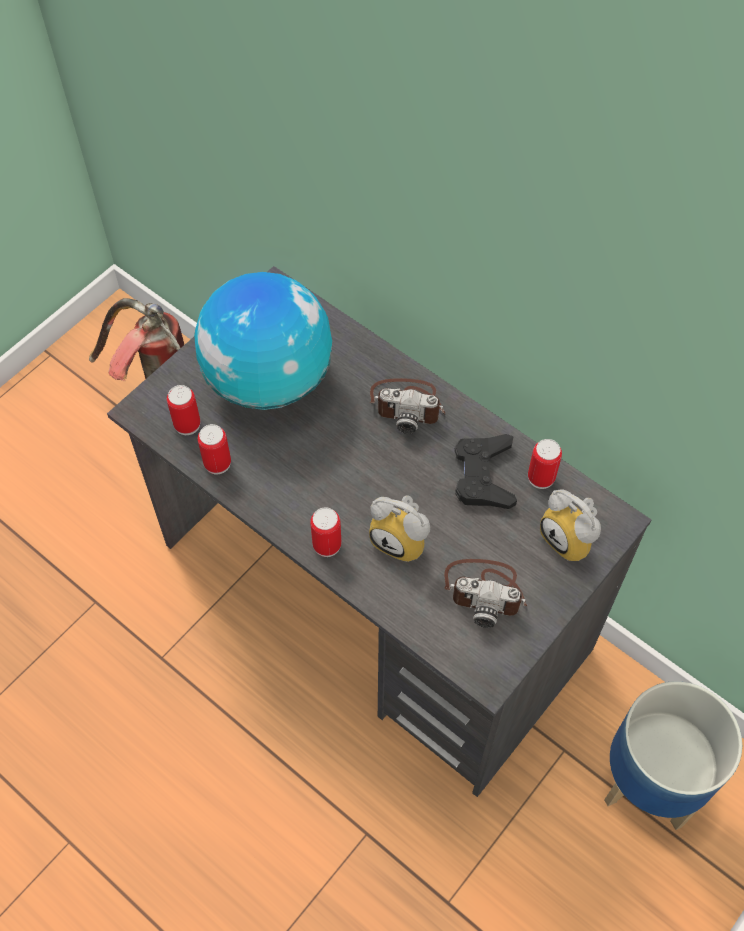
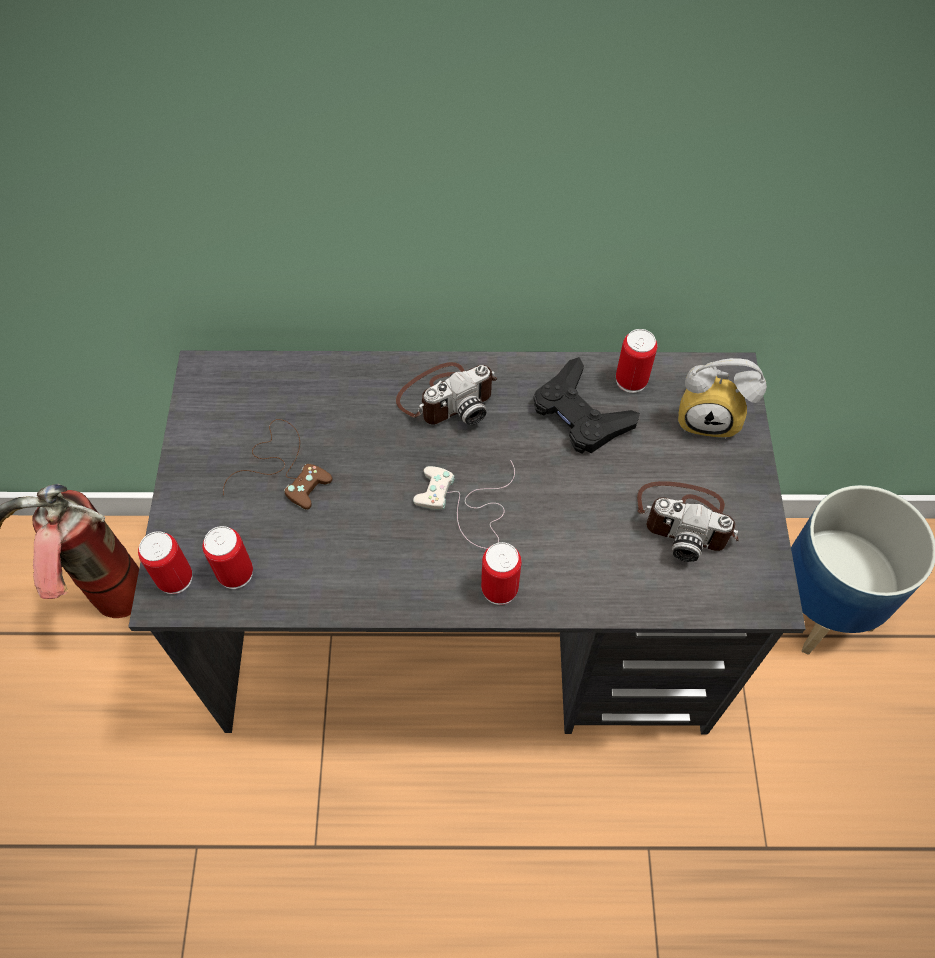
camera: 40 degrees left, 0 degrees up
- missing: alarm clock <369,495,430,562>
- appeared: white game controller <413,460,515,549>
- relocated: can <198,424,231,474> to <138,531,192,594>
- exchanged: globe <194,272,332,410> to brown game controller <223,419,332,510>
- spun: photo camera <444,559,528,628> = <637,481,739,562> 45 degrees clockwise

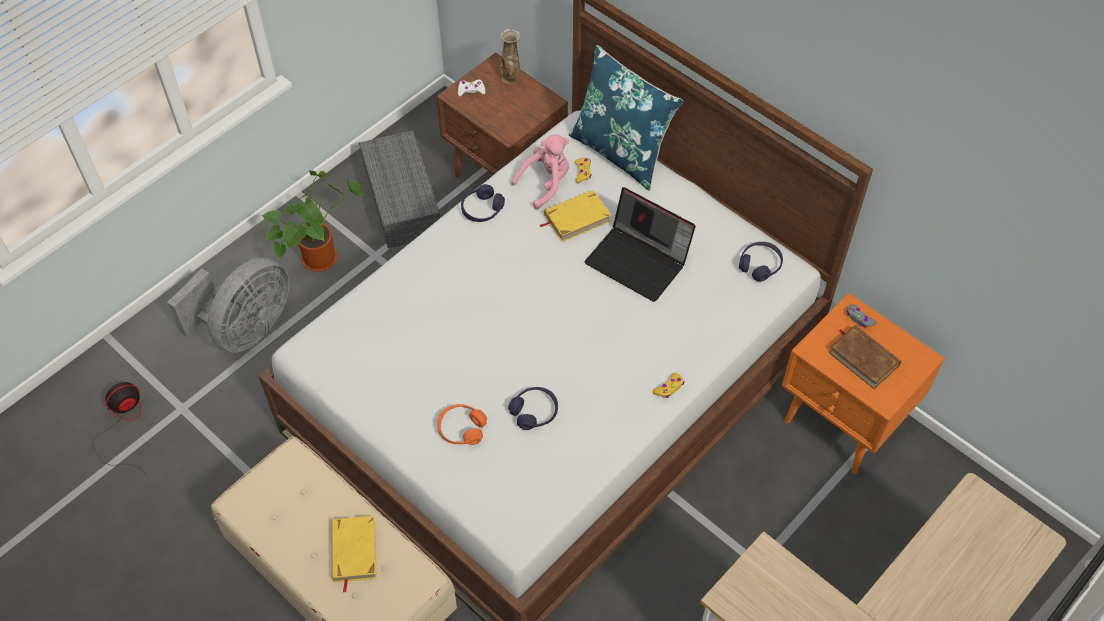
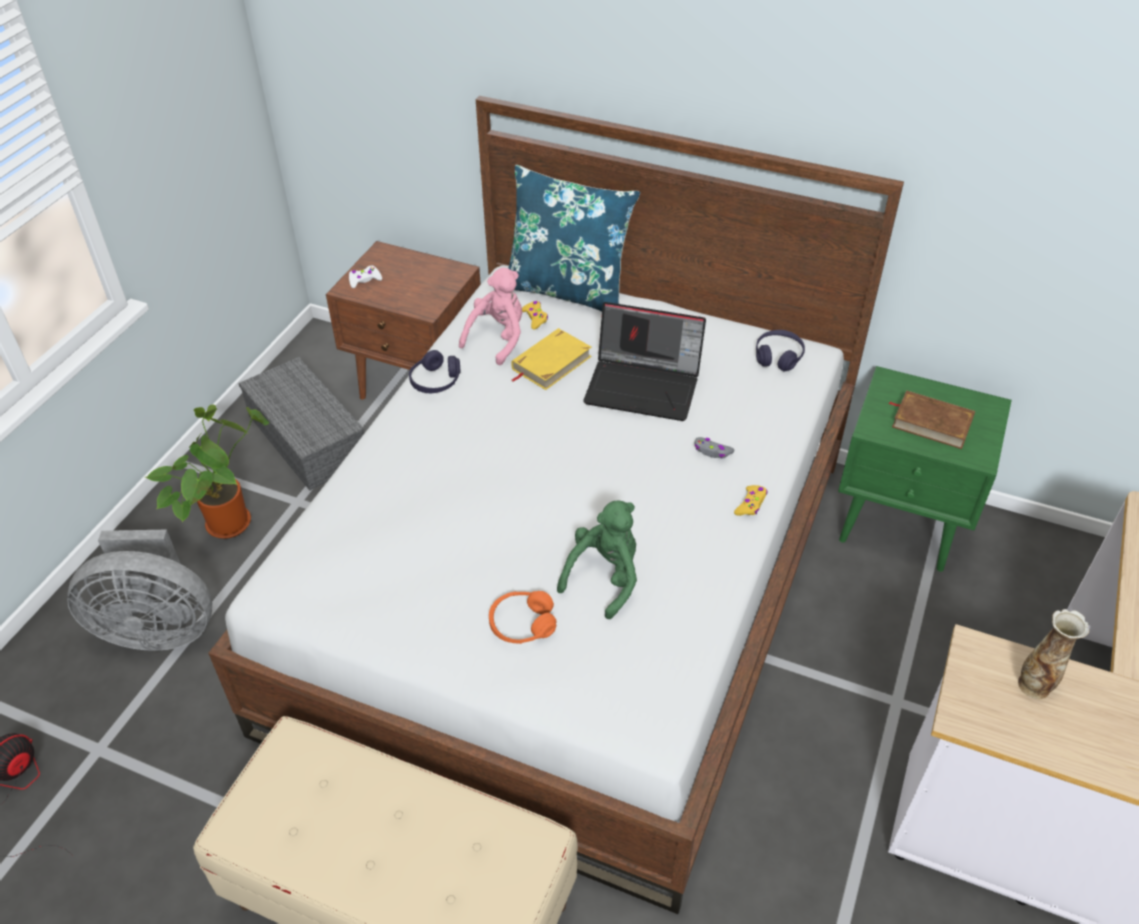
camera: 20 degrees left, 10 degrees down
- missing: yellow book <332,516,377,593>
- relocated: vase <500,29,520,84> to <1018,609,1089,699>
- relocated: grey game controller <847,304,877,327> to <694,437,735,459>
- exchanged: purple headphones <508,387,558,430> to green plush toy <557,500,637,619>
- colour: orange nightstand <781,293,945,474> to green nightstand <838,366,1012,572>
- spun: grey fan <167,258,289,353> = <67,530,212,651> 75 degrees clockwise

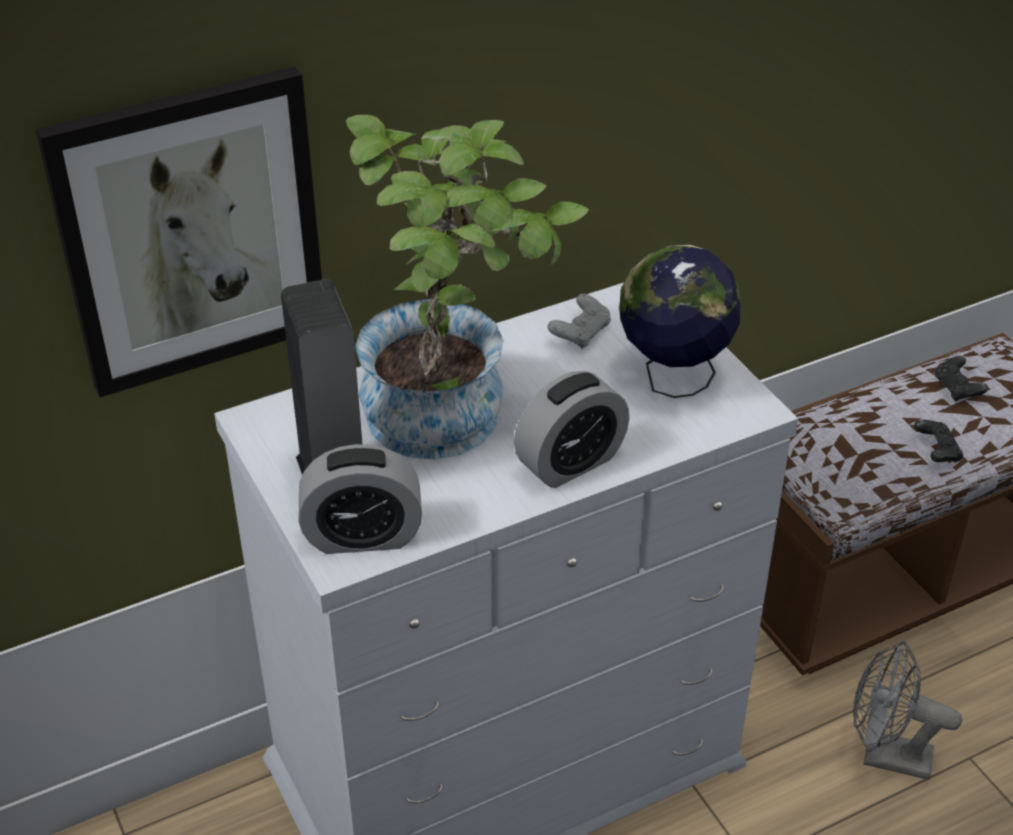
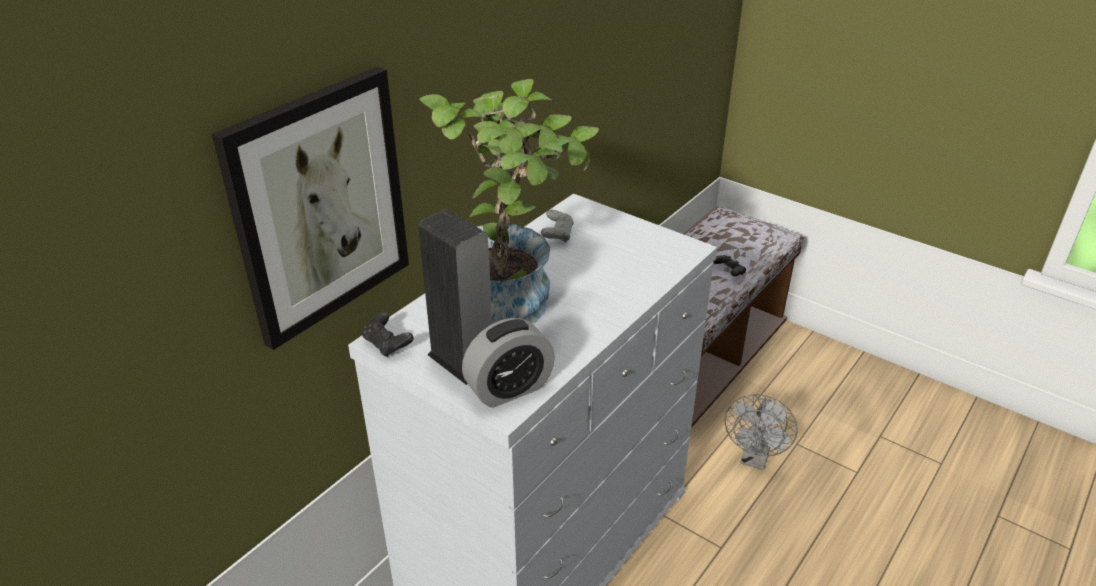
camera: 25 degrees left, 5 degrees down
- missing: alarm clock <514,371,629,488>
- missing: globe <619,245,741,398>
- relocated: black game controller <935,356,988,401> to <362,312,414,357>
- spun: grey fan <853,641,962,780> = <725,394,798,470> 60 degrees counterclockwise

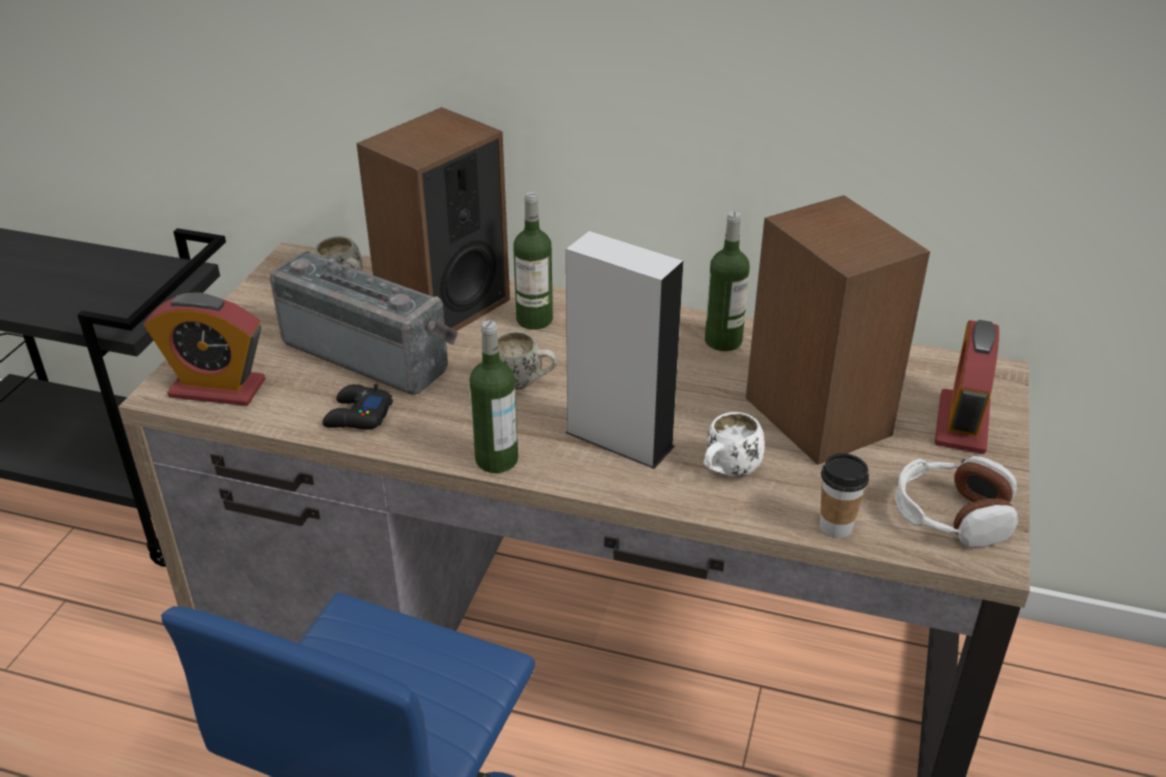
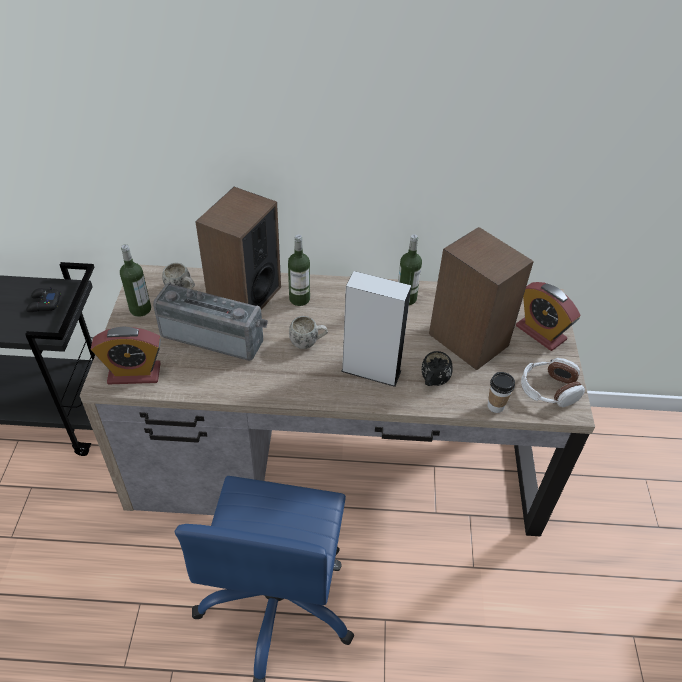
camera: 15 degrees left, 10 degrees up
- relocated: black game controller <322,384,393,430> to <26,287,61,312>
- relocated: bottle <470,320,518,473> to <120,244,151,317>
- colour: white mug <704,412,765,477> to black mug <422,351,453,386>
- spun: alarm clock <935,320,999,454> = <516,282,580,351> 45 degrees counterclockwise

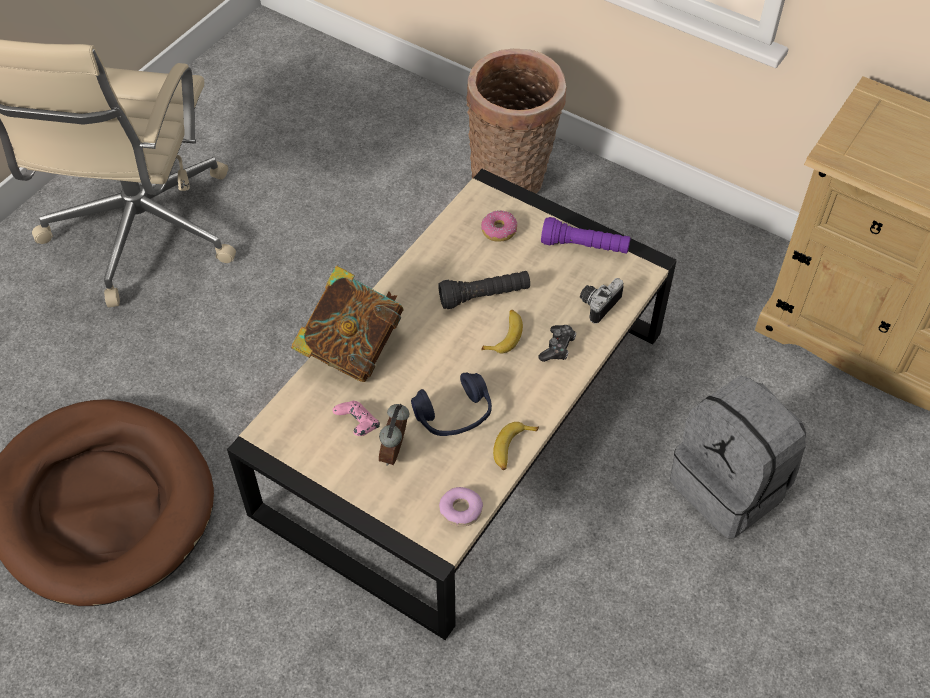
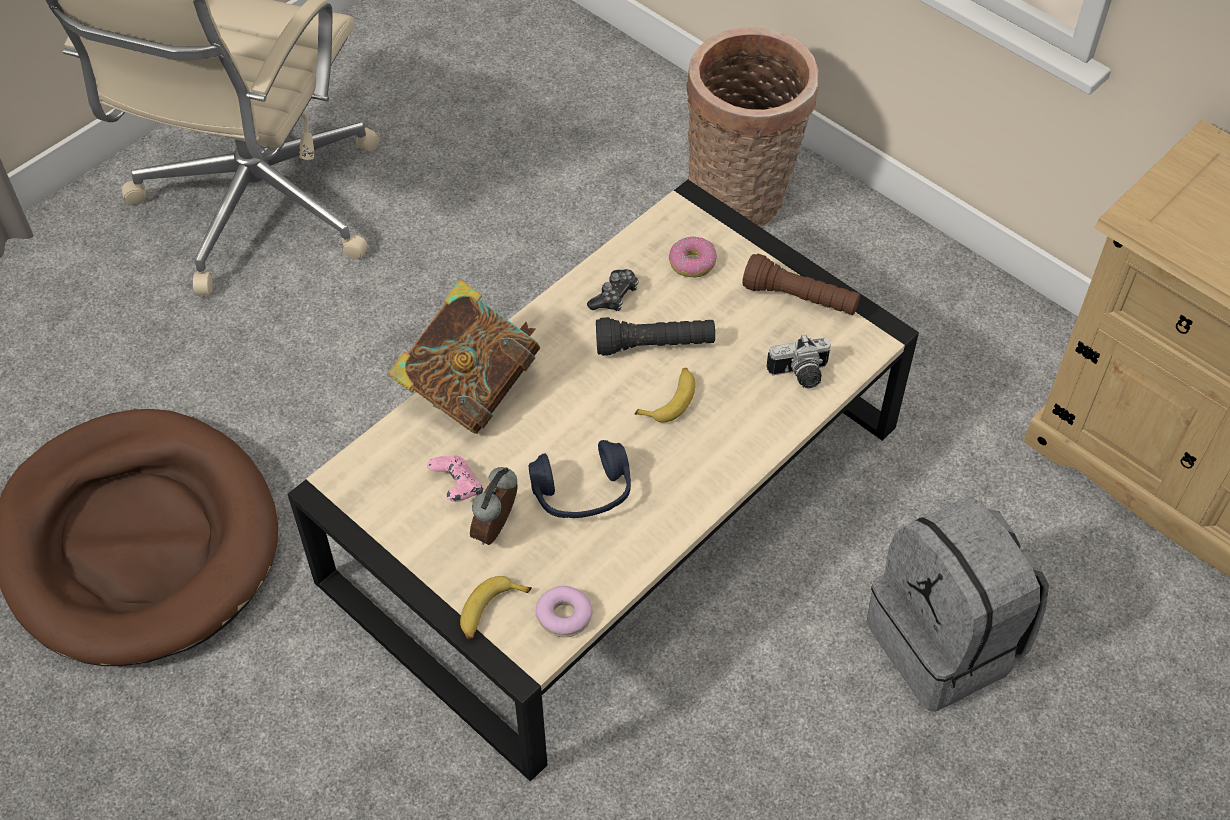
camera: 10 degrees right, 0 degrees up
- relocated: banana <493,422,539,470> to <460,576,532,639>
- relocated: game controller <538,325,576,362> to <587,269,639,311>
- colour: purple flashlight <541,217,631,254> to brown flashlight <742,254,860,315>
- spun: photo camera <580,278,623,324> = <766,335,831,388> 150 degrees counterclockwise

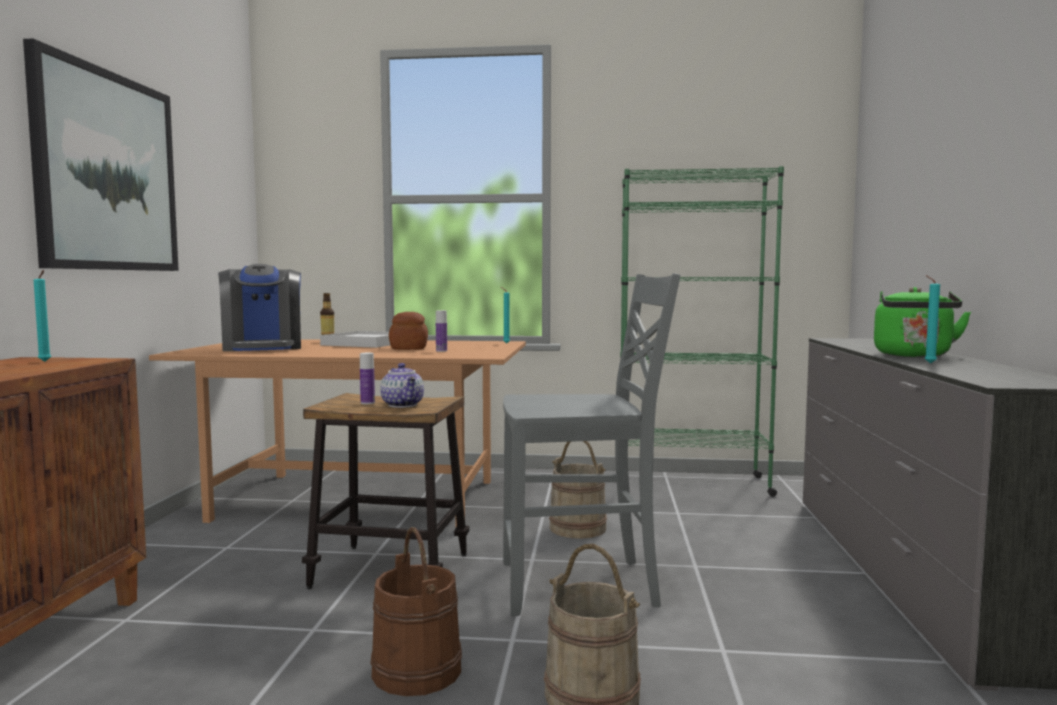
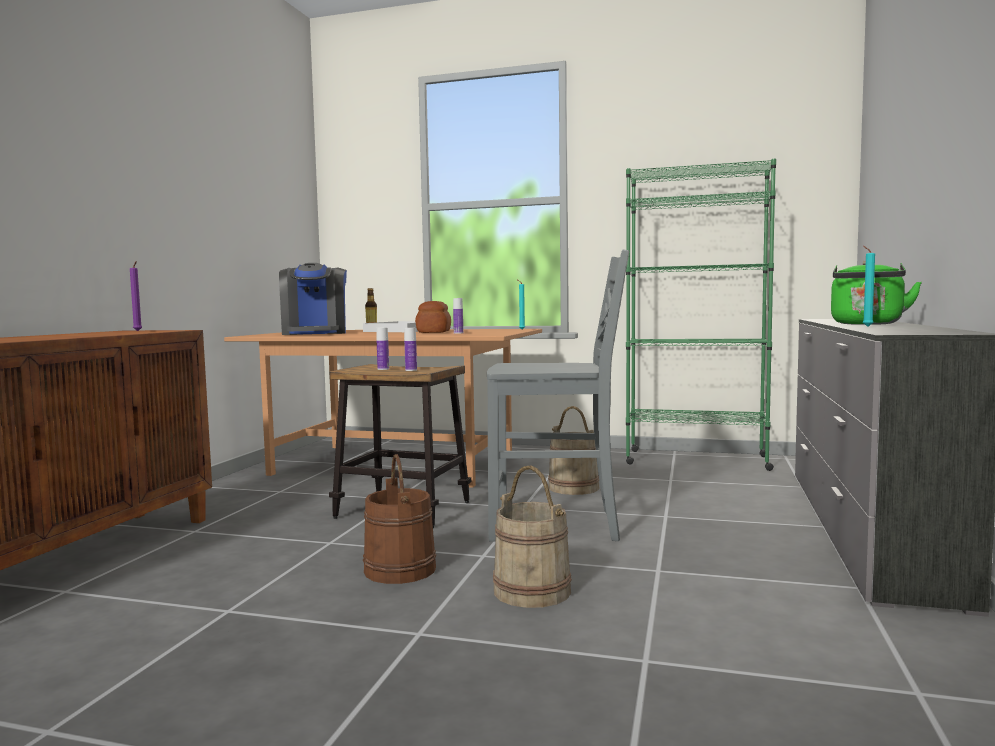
camera: 10 degrees right, 0 degrees up
- missing: picture <23,39,179,271>
- exchanged: teapot <380,363,424,408> to bottle <404,328,417,371>
- colour: turquoise candle <34,270,51,362> to purple candle <130,261,142,331>

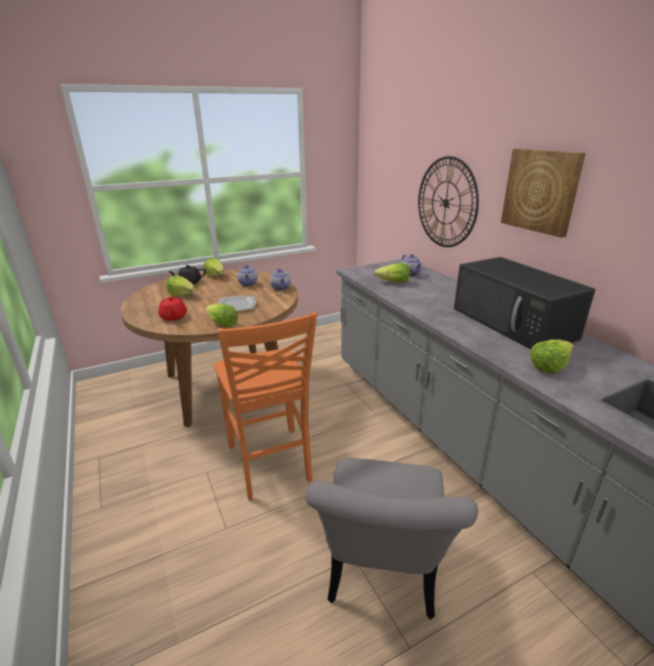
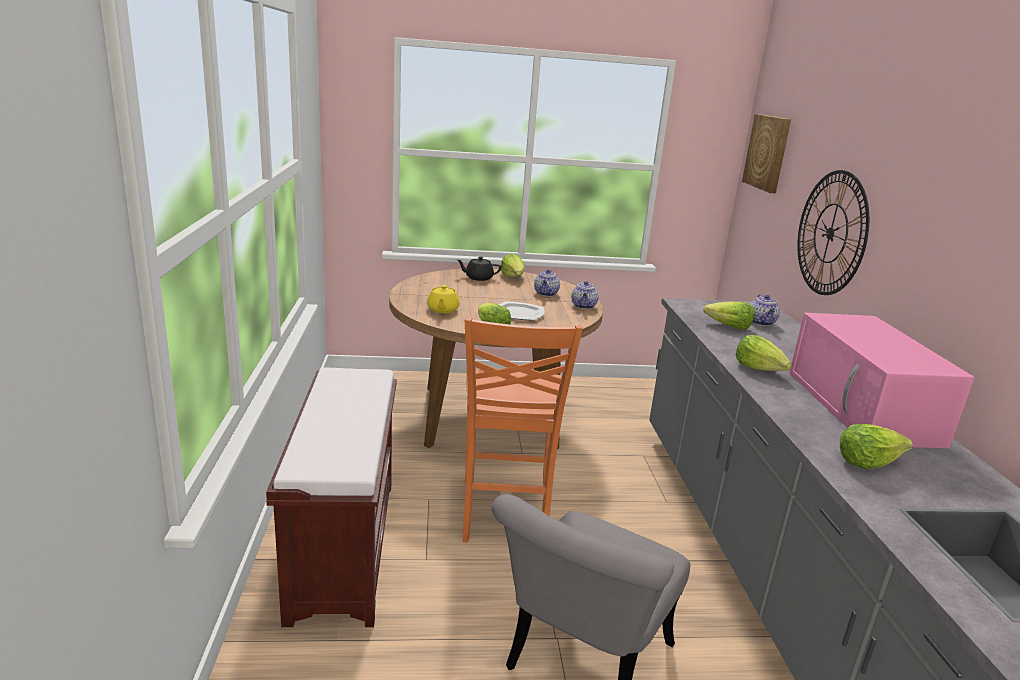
camera: 20 degrees right, 5 degrees down
- appeared: brown bench <266,368,397,627>
- relocated: lettuce <166,275,195,296> to <736,335,792,371>
- relocated: picture <501,149,586,238> to <742,114,791,193>
- colour: red teapot <158,297,187,321> to yellow teapot <427,285,460,313>
- colour: black microwave <454,257,596,349> to pink microwave <789,313,975,448>

